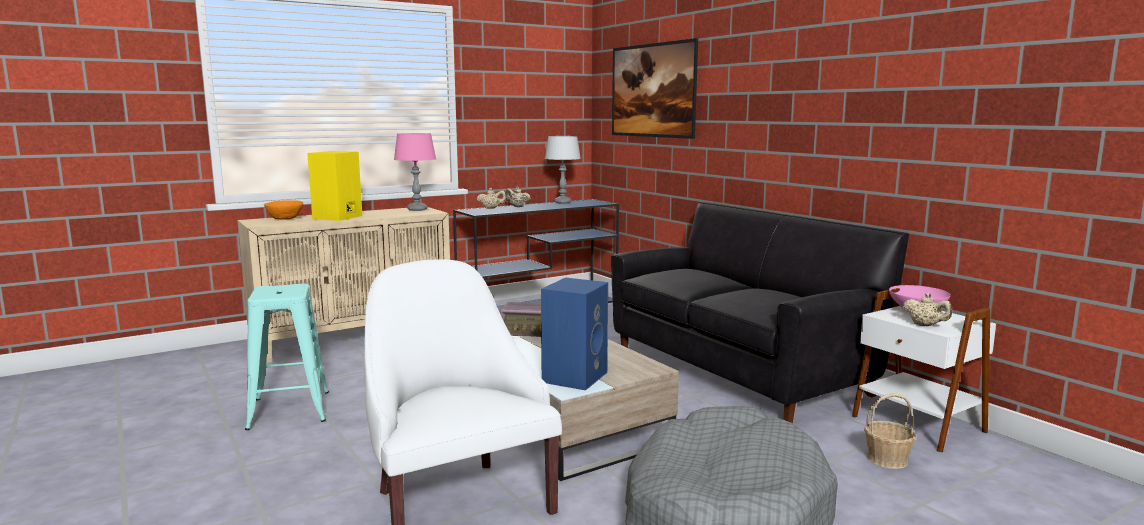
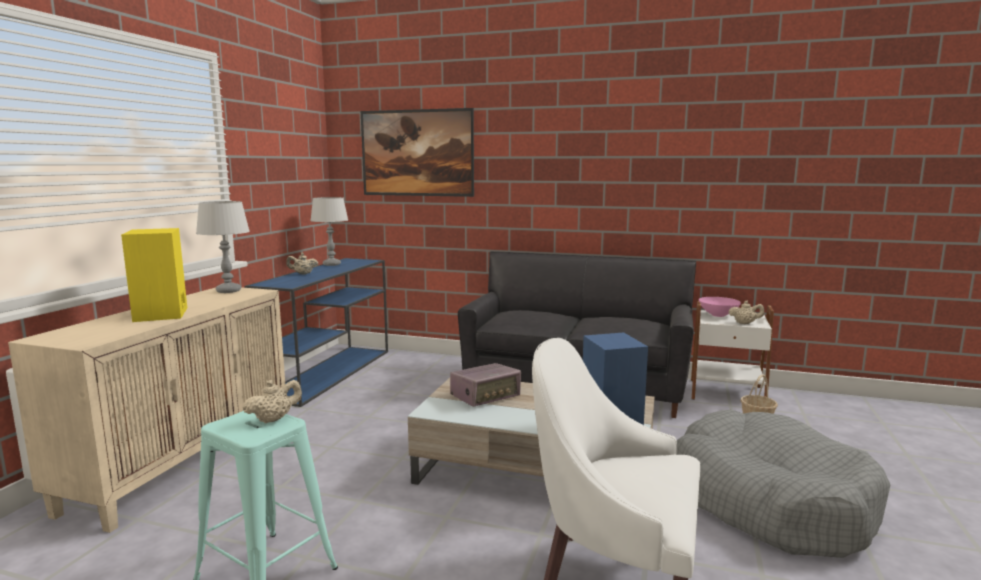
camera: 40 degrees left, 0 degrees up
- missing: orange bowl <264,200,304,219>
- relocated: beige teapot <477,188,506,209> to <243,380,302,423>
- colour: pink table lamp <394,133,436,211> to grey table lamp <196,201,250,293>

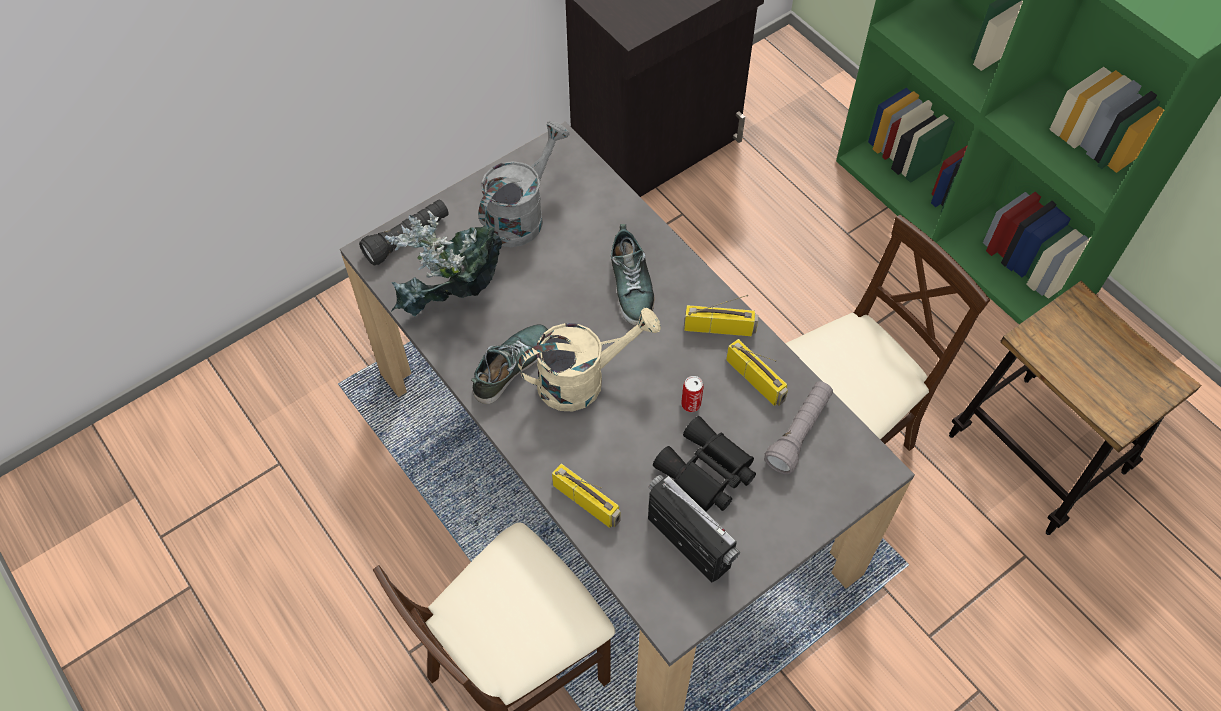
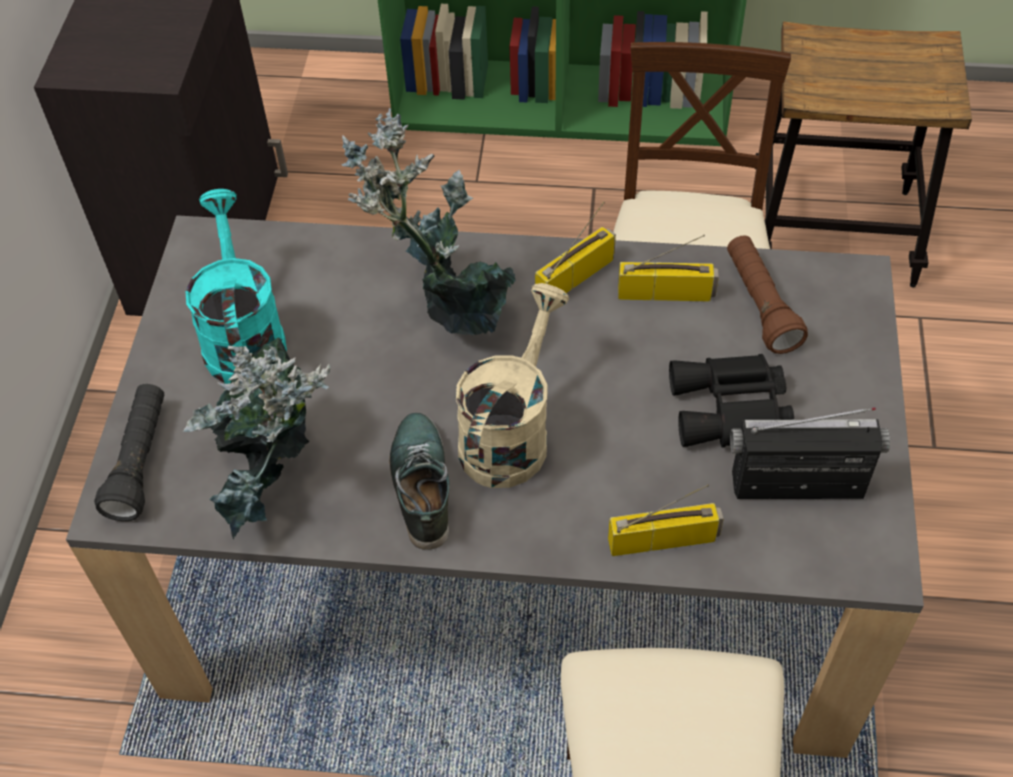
camera: 45 degrees left, 5 degrees down
- missing: can <681,376,703,412>
- exchanged: shoe <611,224,654,326> to potted plant <341,108,516,335>
- colour: grey watering can <478,121,569,247> to turquoise watering can <186,189,287,384>
- colour: grey flashlight <764,381,833,474> to brown flashlight <727,235,808,354>

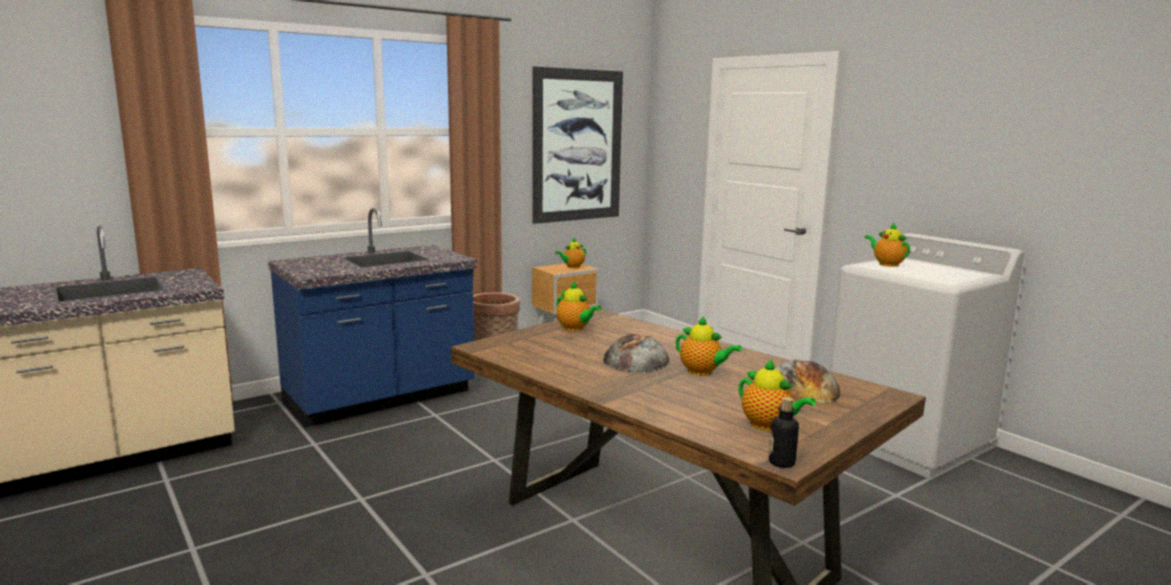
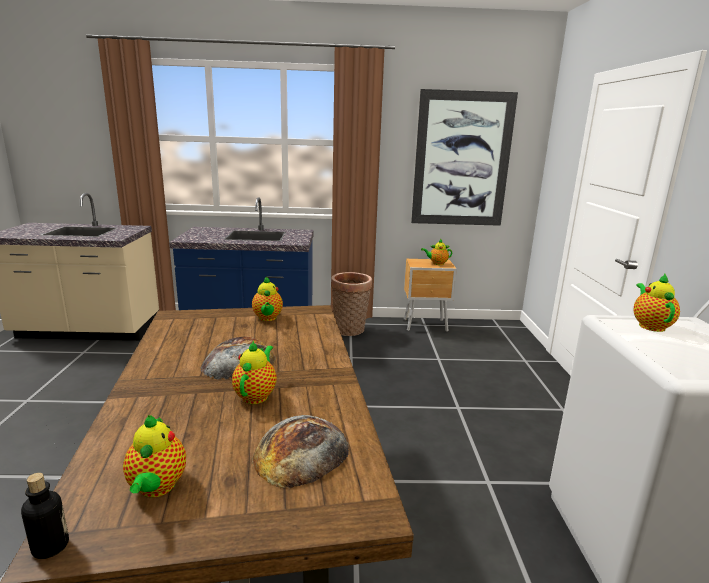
camera: 35 degrees right, 5 degrees up
- spun: teapot <676,316,742,376> = <232,341,277,404> 150 degrees counterclockwise

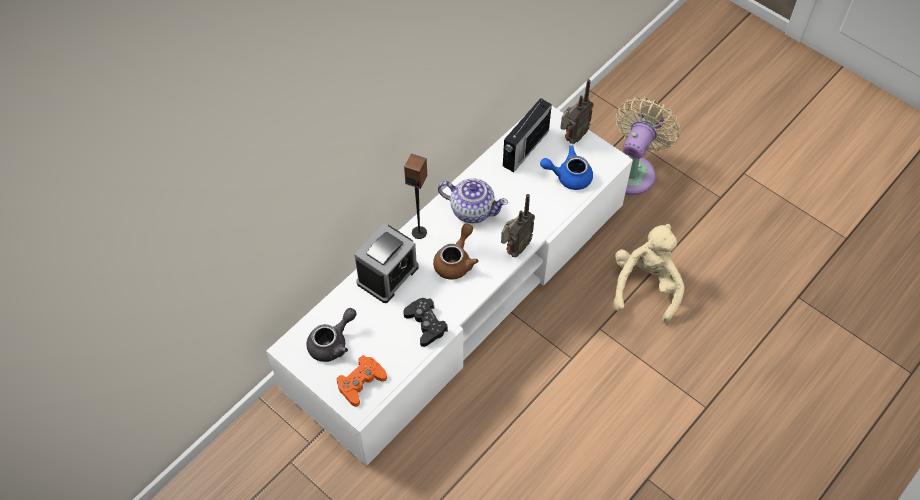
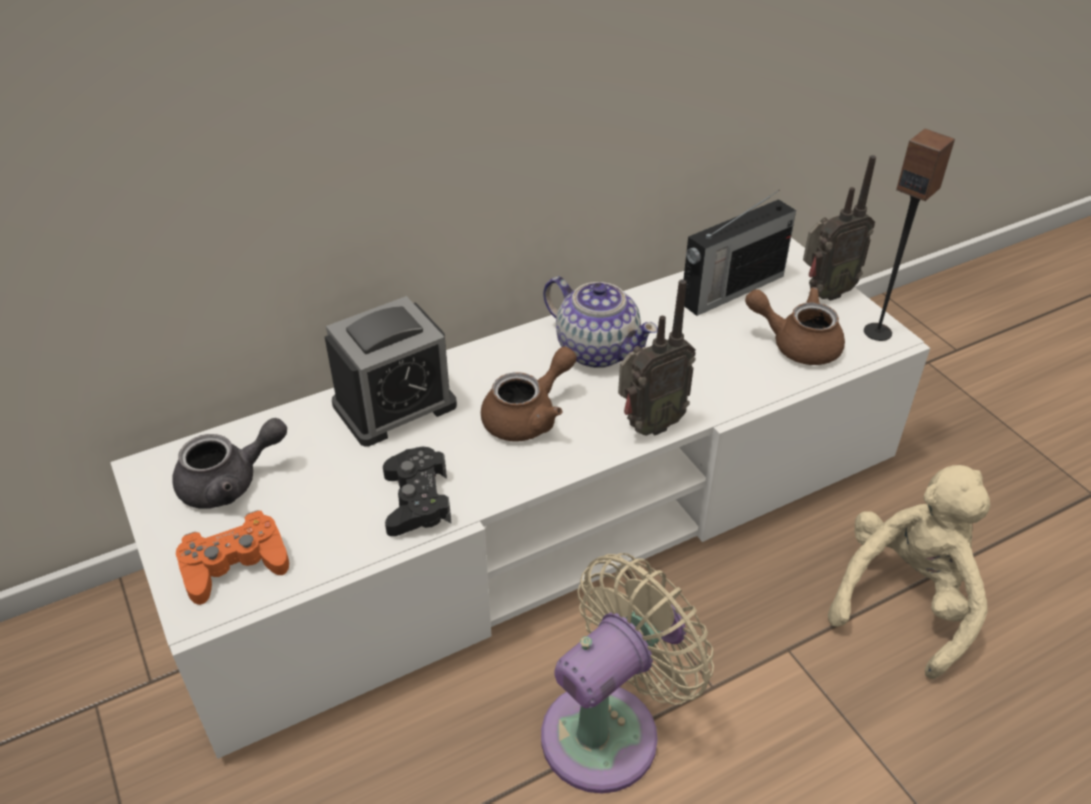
camera: 20 degrees right, 15 degrees down
- relocated: speaker <404,153,427,239> to <864,128,955,341>
- relocated: beige fan <616,97,680,195> to <541,553,714,793>
- colour: blue teapot <540,145,593,190> to brown teapot <745,287,845,365>

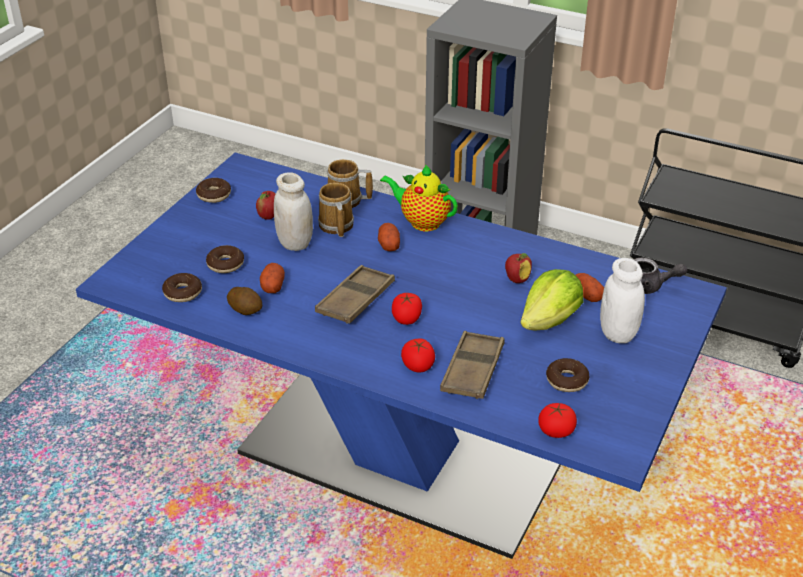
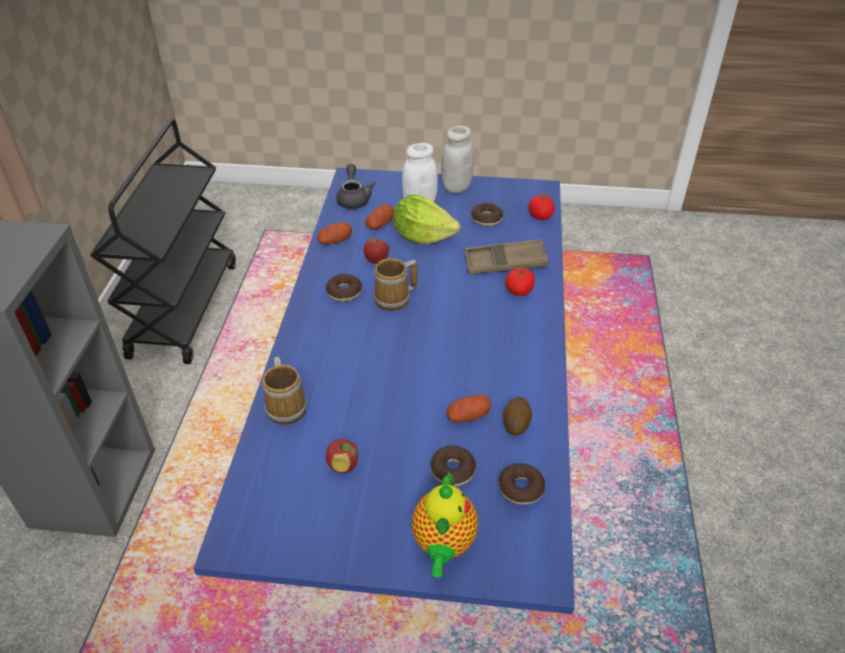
camera: 110 degrees left, 5 degrees up
- missing: brown tray <315,265,395,324>
- missing: tomato <392,293,422,325>
- relocated: donut <196,178,231,203> to <326,274,362,302>
- relocated: white jar <274,172,313,251> to <441,126,474,193>
- relocated: mug <318,183,354,237> to <374,258,417,311>
- relocated: potato <378,223,400,251> to <318,222,352,245>
- relocated: teapot <380,164,458,231> to <412,472,478,578>

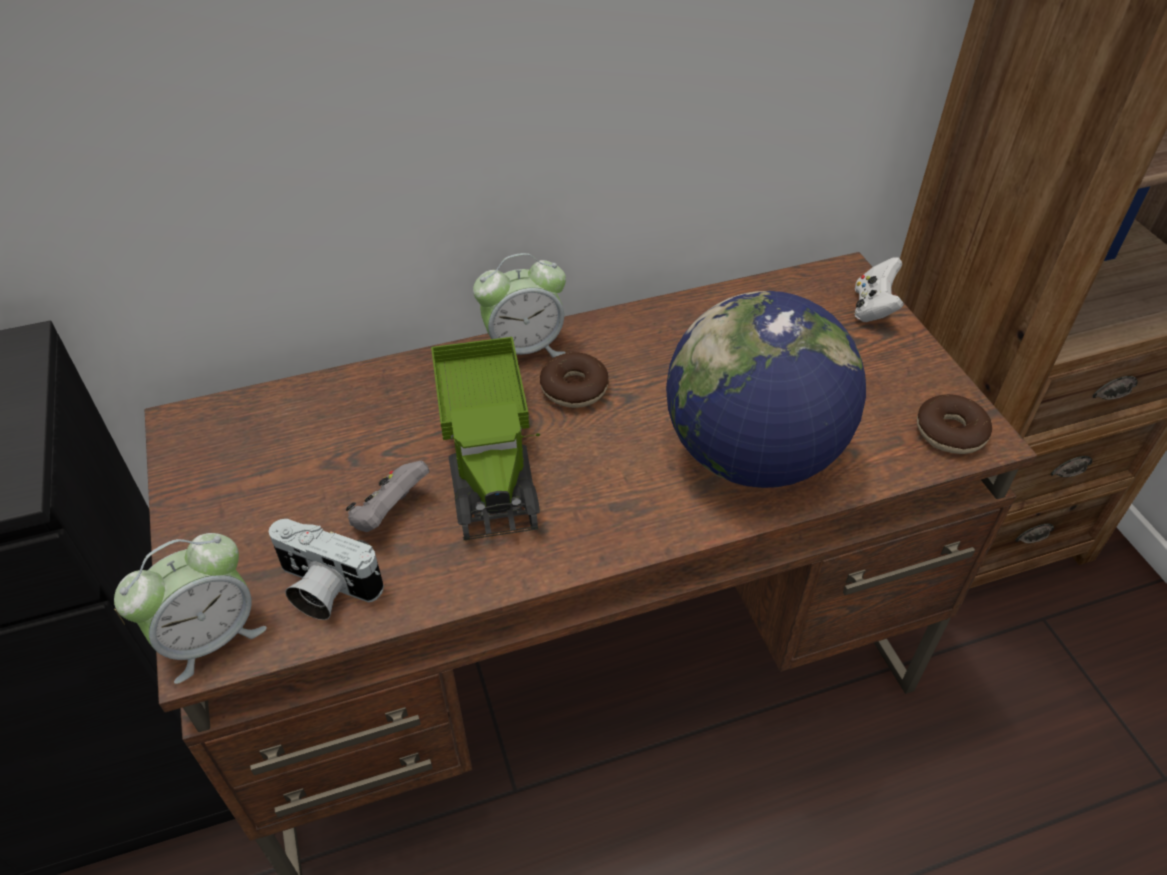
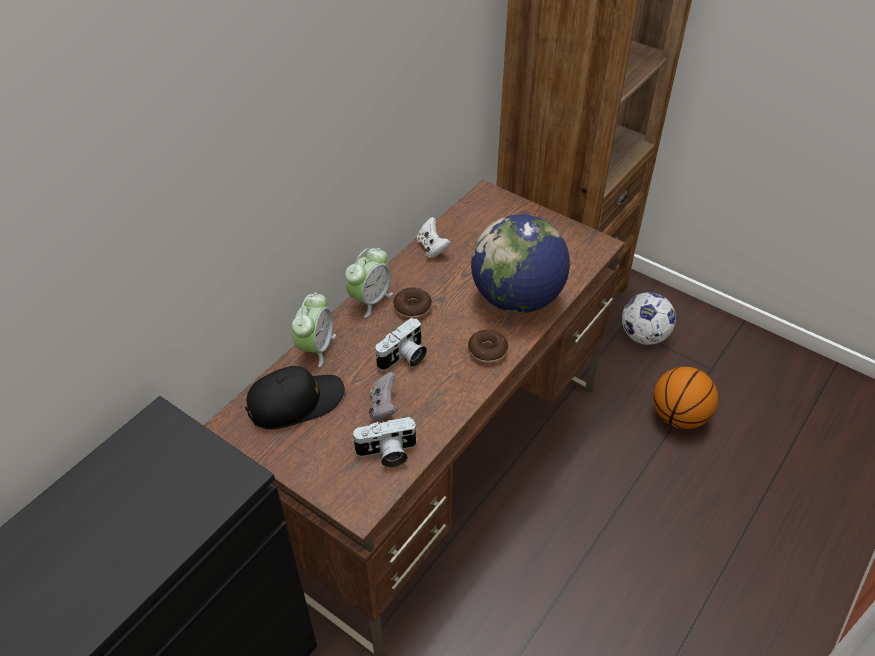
camera: 35 degrees left, 0 degrees up
- appeared: black cap <245,366,345,429>
- appeared: football <622,292,676,345>
- appeared: basketball <653,367,718,429>
- relocated: alarm clock <114,533,267,684> to <292,292,336,367>
- relocated: white game controller <854,257,904,322> to <417,217,451,258>
- relocated: donut <917,394,992,454> to <468,330,508,363>
- exchanged: toy truck <431,337,540,540> to photo camera <375,318,427,371>

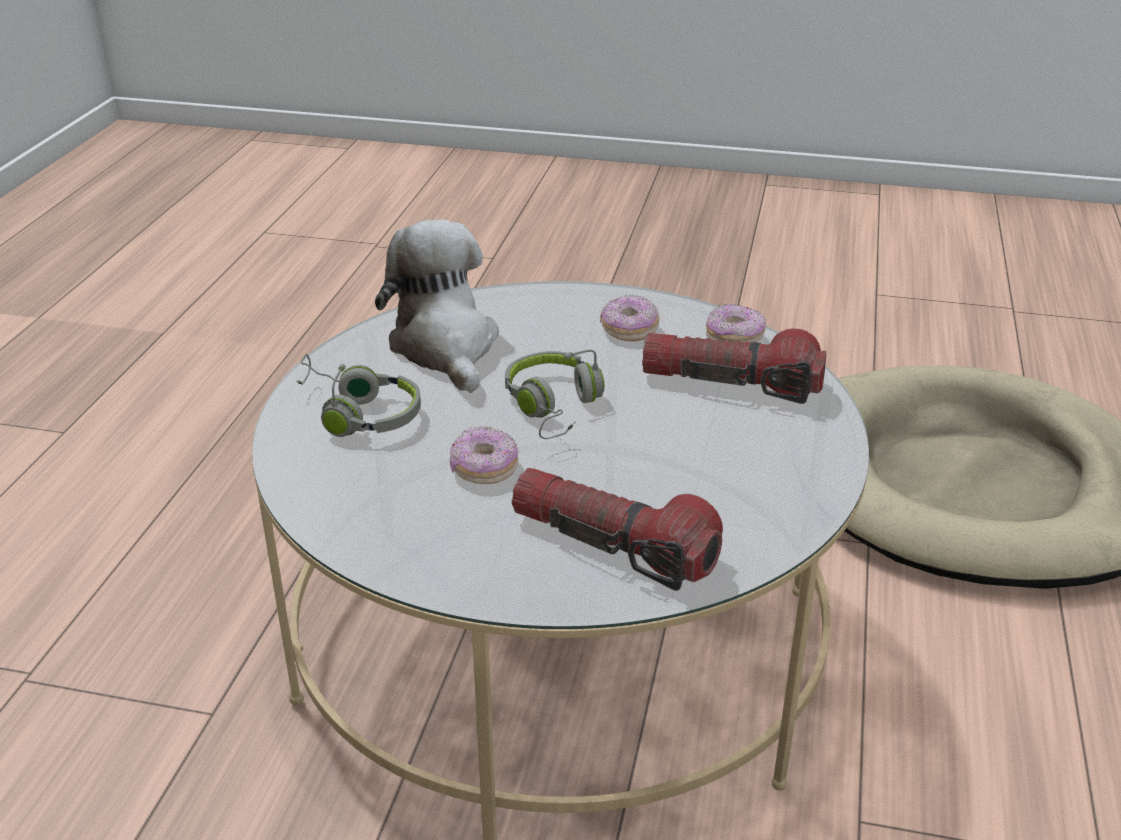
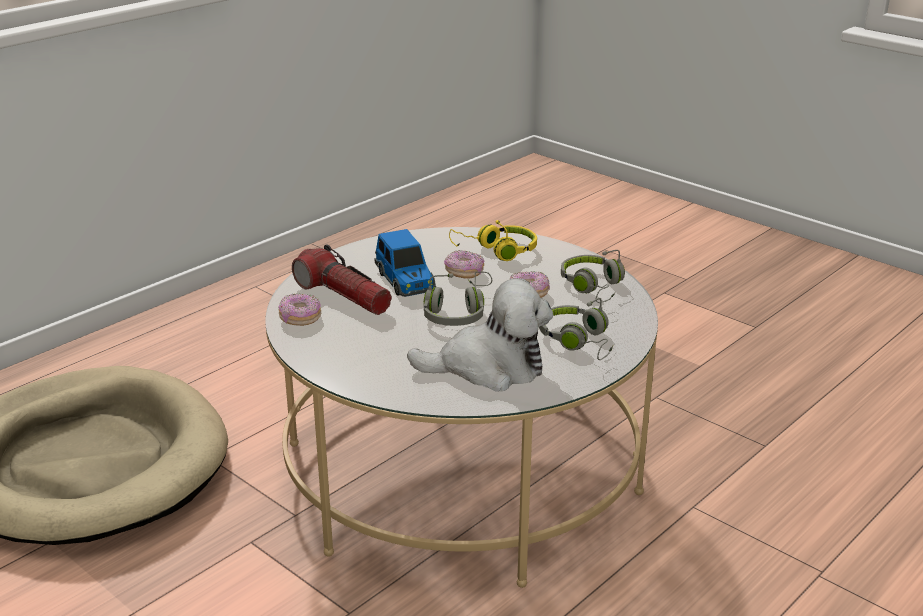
camera: 150 degrees left, 5 degrees down
- appeared: toy car <374,229,436,297>
- appeared: grey headphones <561,250,625,303>
- relocated: donut <600,294,659,341> to <444,250,485,279>
- exchanged: flashlight <512,468,723,591> to yellow headphones <449,220,537,261>
- spun: plush toy <375,220,499,393> = <407,278,553,392> 105 degrees counterclockwise

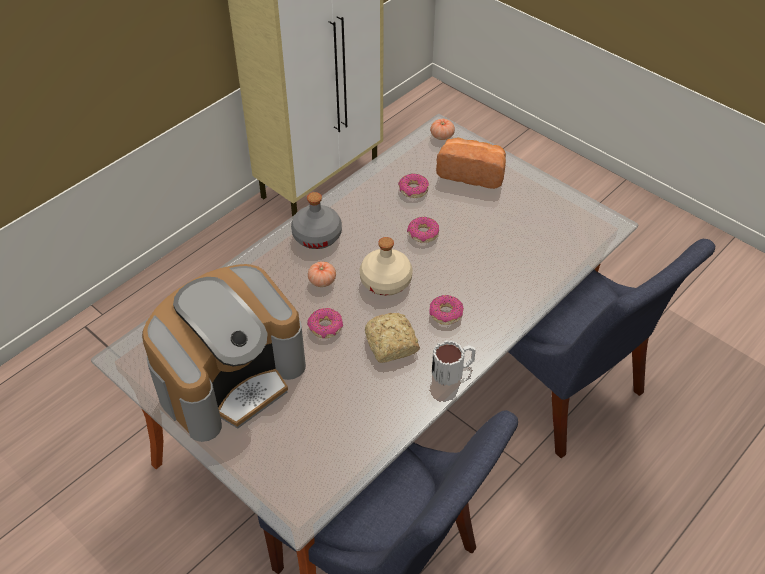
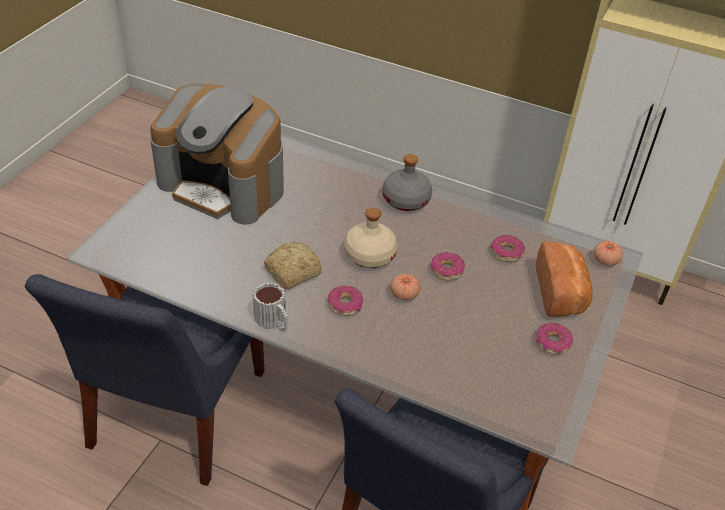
camera: 70 degrees right, 5 degrees down
- relocated: donut <307,308,343,339> to <536,323,573,354>
- relocated: tomato <308,261,336,287> to <390,274,420,301>

